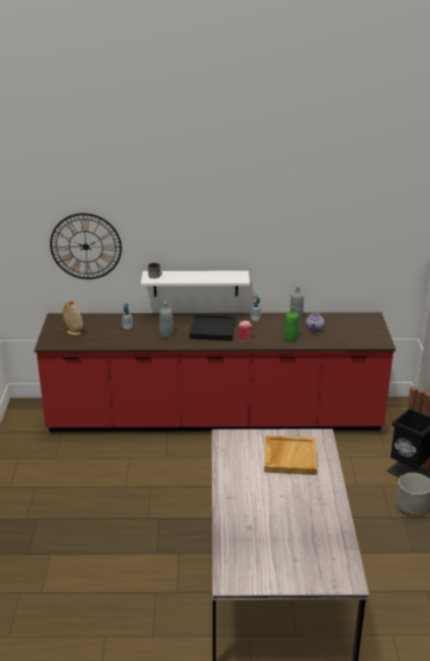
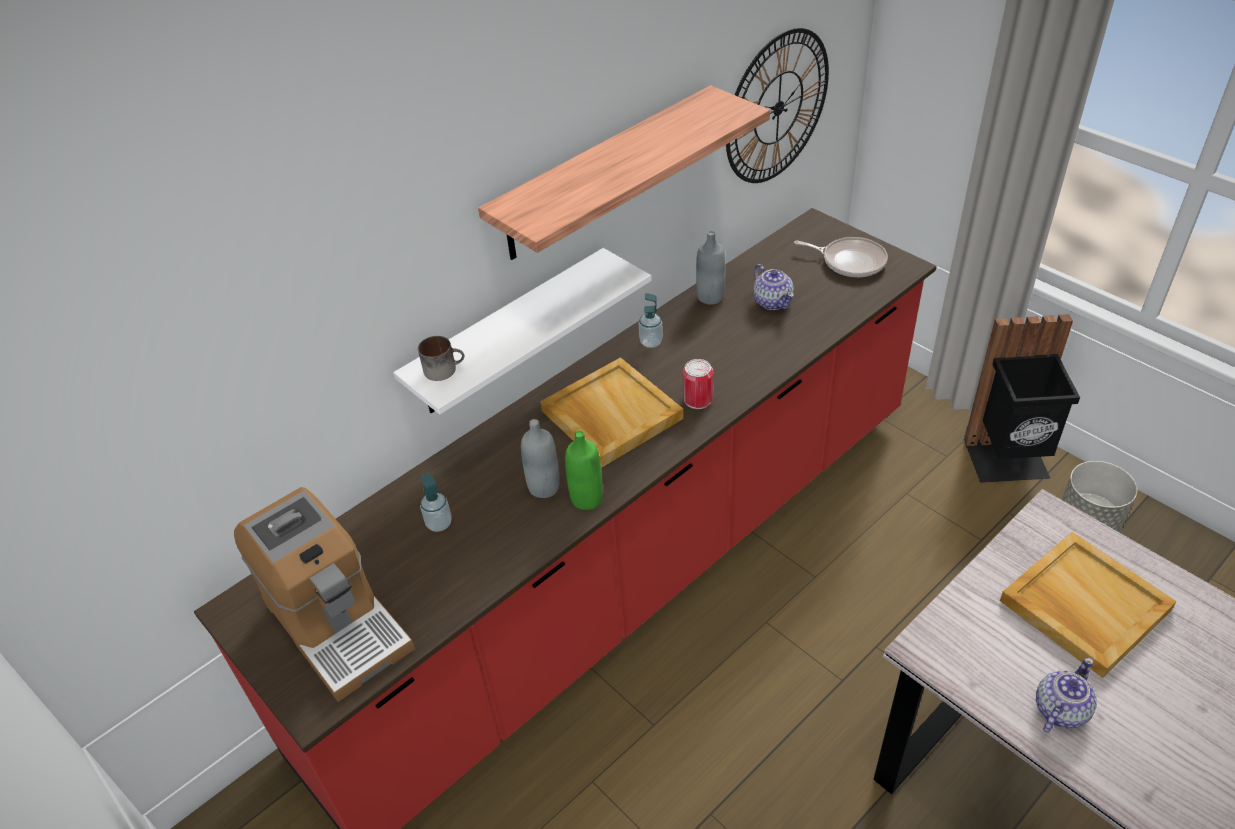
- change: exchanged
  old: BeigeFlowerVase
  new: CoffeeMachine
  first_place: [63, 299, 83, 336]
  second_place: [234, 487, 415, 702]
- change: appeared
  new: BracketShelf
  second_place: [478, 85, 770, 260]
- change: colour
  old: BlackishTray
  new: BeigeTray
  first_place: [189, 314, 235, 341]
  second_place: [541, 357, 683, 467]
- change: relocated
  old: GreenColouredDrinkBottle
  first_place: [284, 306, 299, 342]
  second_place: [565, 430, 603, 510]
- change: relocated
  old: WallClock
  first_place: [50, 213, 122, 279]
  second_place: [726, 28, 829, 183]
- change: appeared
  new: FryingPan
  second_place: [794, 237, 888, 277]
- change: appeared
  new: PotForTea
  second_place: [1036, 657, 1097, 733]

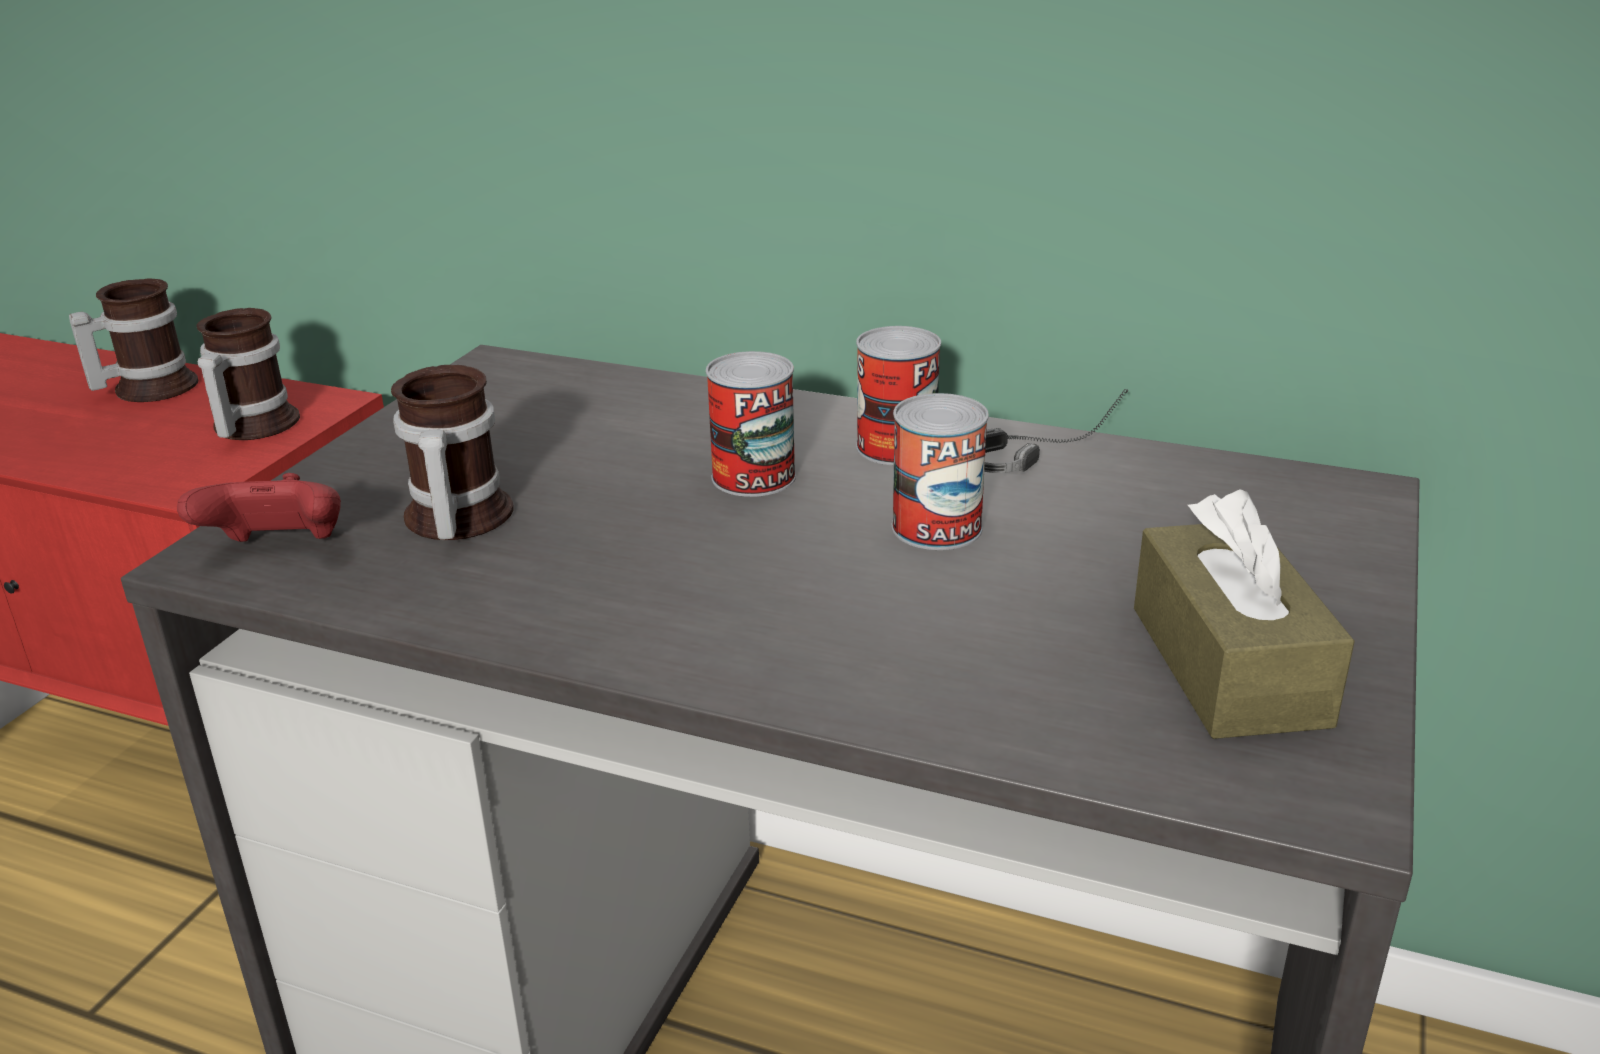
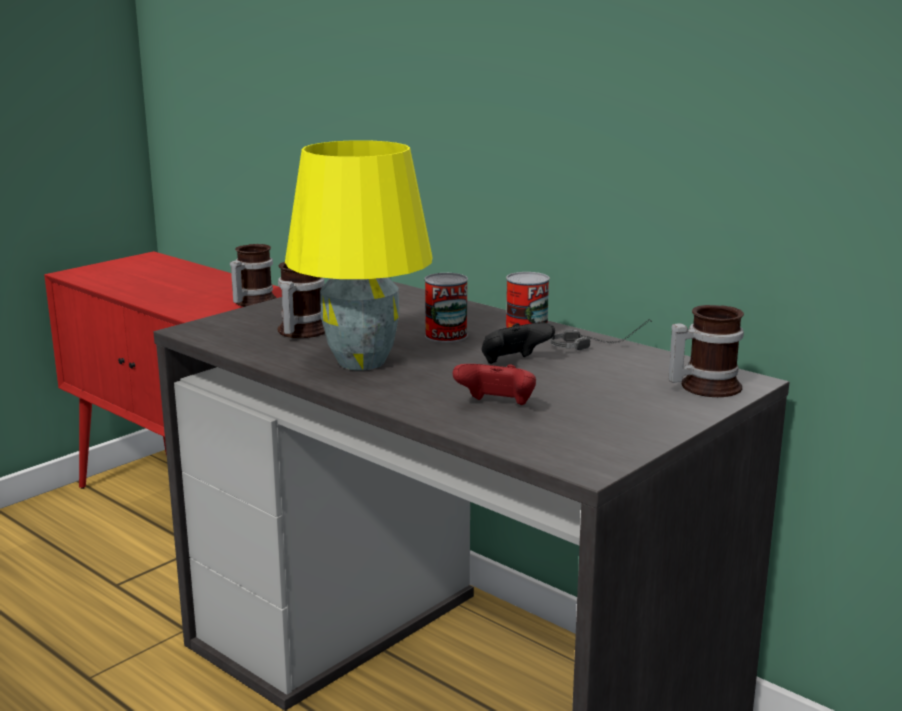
- change: appeared
  new: YellowTabletopLamp
  second_place: [285, 140, 433, 370]
- change: relocated
  old: RedColouredGamepad
  first_place: [177, 473, 341, 542]
  second_place: [453, 364, 536, 405]
- change: exchanged
  old: MetalCan
  new: BlackishGamepad
  first_place: [891, 393, 989, 550]
  second_place: [482, 323, 555, 364]
- change: relocated
  old: Mug
  first_place: [69, 279, 198, 402]
  second_place: [669, 305, 744, 397]
- change: missing
  old: BrownColouredBoxOfTissues
  first_place: [1134, 489, 1355, 739]

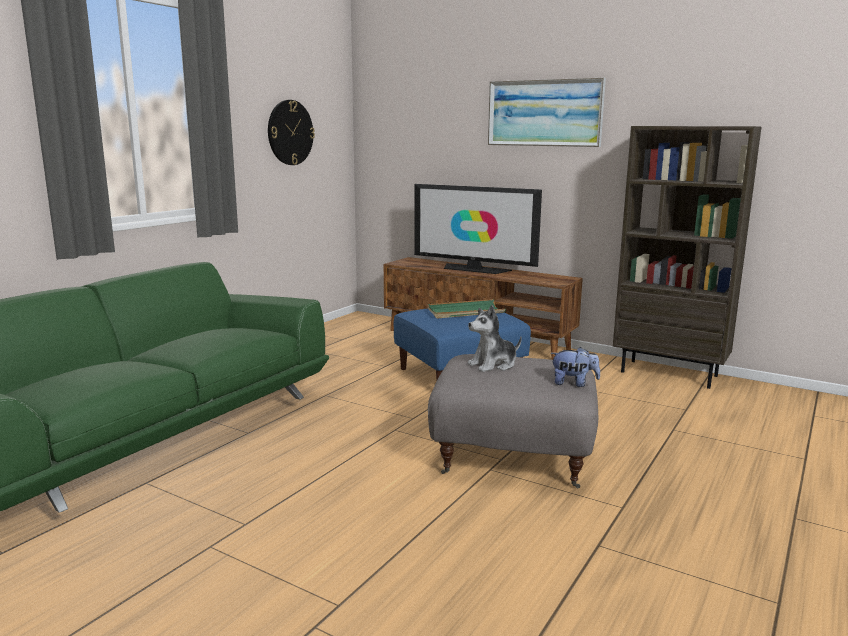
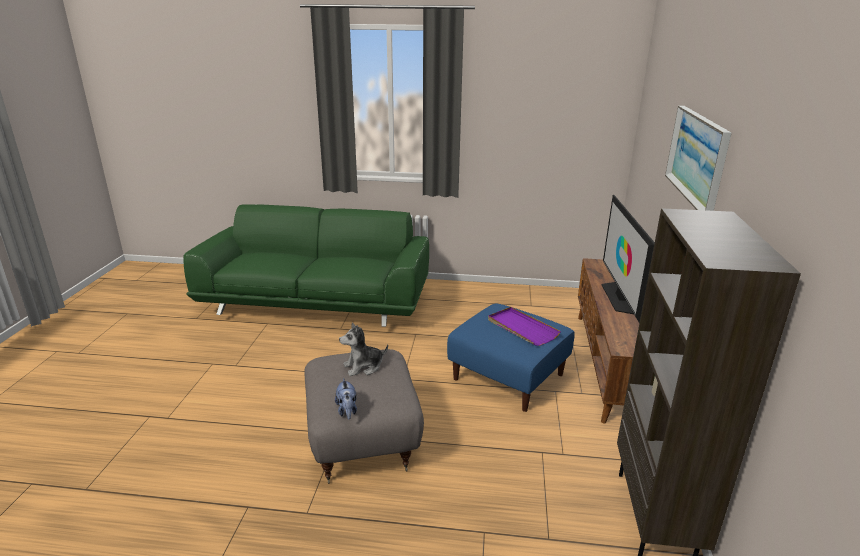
- change: spun
  old: SoftToy
  first_place: [468, 305, 522, 372]
  second_place: [339, 322, 388, 376]
  degrees: -60
- change: colour
  old: GreenColouredTray
  new: PurplishTray
  first_place: [427, 299, 506, 319]
  second_place: [488, 307, 561, 346]
- change: missing
  old: WallClock
  first_place: [268, 100, 315, 165]

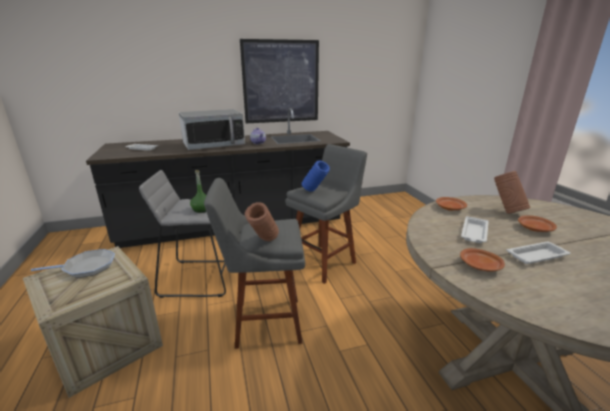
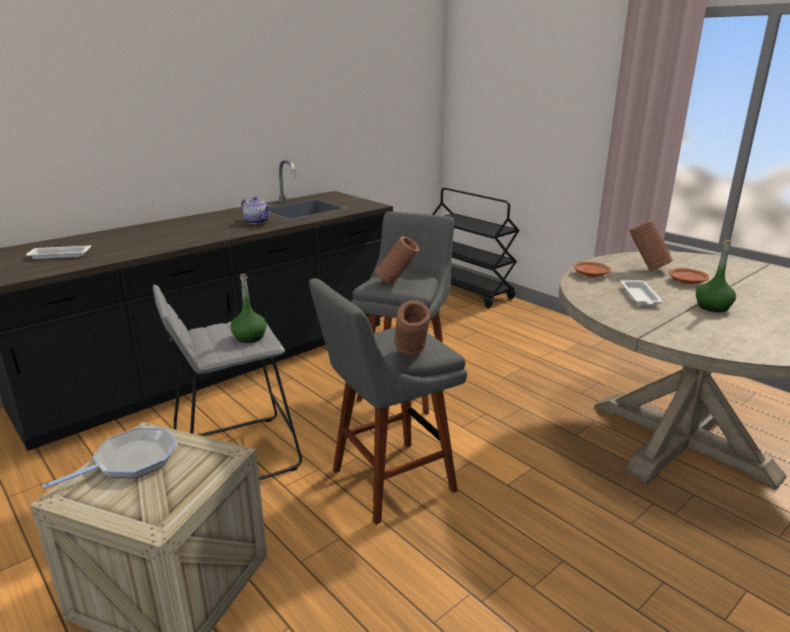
- change: colour
  old: BlueFlowerVase
  new: BrownColouredFlowerVase
  first_place: [302, 160, 330, 192]
  second_place: [376, 236, 419, 284]
- change: appeared
  new: BlackishTrolley
  second_place: [432, 188, 520, 308]
- change: exchanged
  old: WhiteTray
  new: GreenColouredDrinkBottle
  first_place: [506, 242, 571, 264]
  second_place: [696, 240, 736, 312]
- change: missing
  old: KitchenMicrowave
  first_place: [179, 109, 245, 150]
- change: missing
  old: WallPicture
  first_place: [240, 39, 319, 123]
- change: missing
  old: BrownColouredPlate
  first_place: [460, 248, 505, 272]

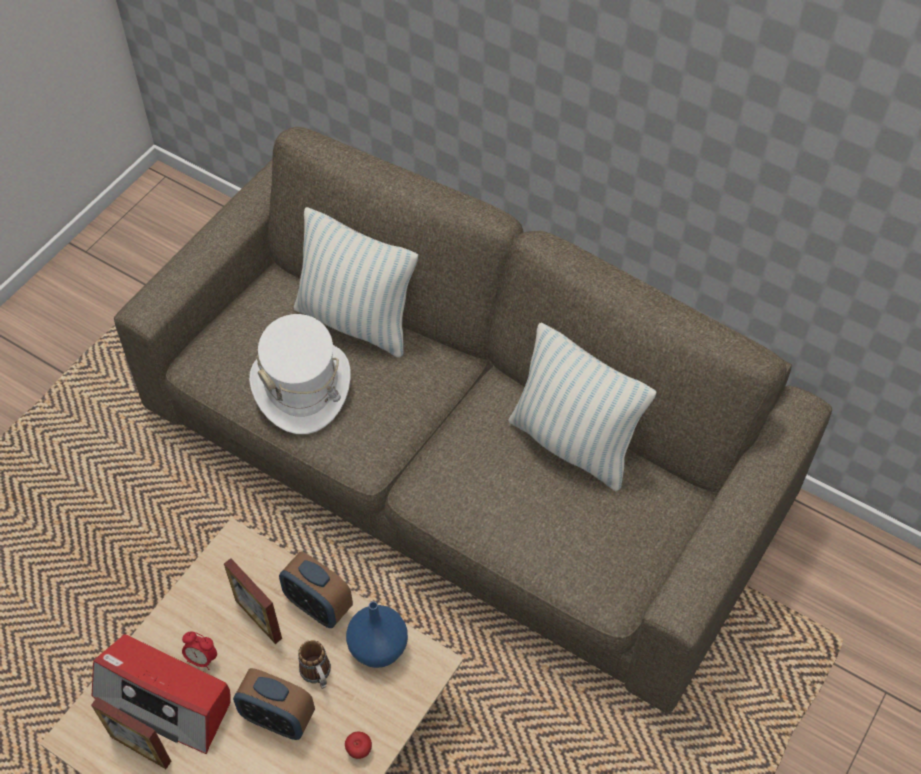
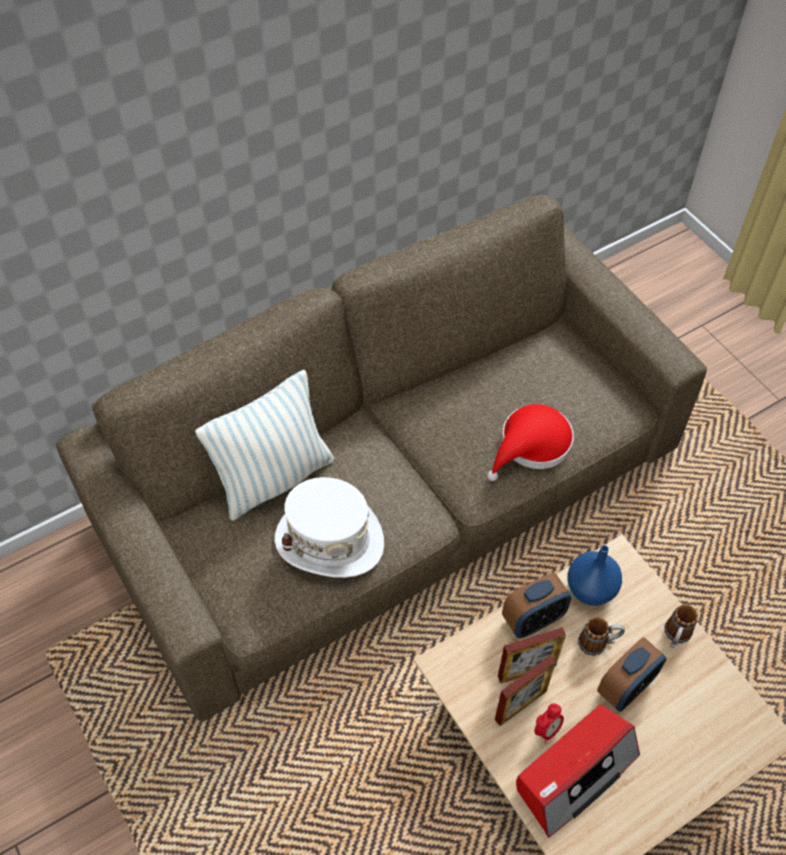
- change: appeared
  new: RedColouredWearableHat
  second_place: [487, 404, 574, 481]
- change: relocated
  old: StandingFrame
  first_place: [91, 697, 171, 769]
  second_place: [495, 655, 556, 726]
- change: exchanged
  old: AppleFruit
  new: Mug
  first_place: [345, 732, 372, 759]
  second_place: [664, 604, 698, 648]
- change: missing
  old: ThrowPillow
  first_place: [509, 322, 657, 491]

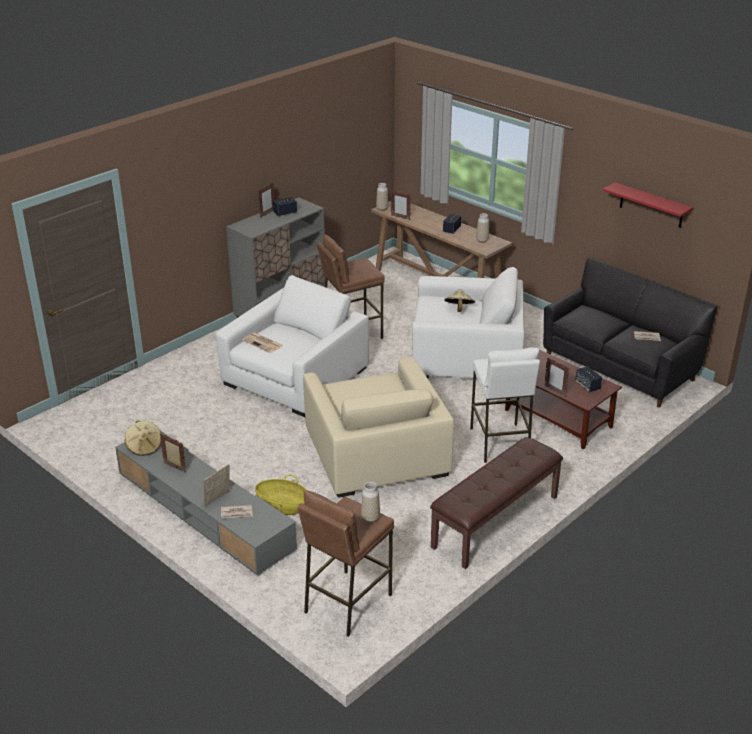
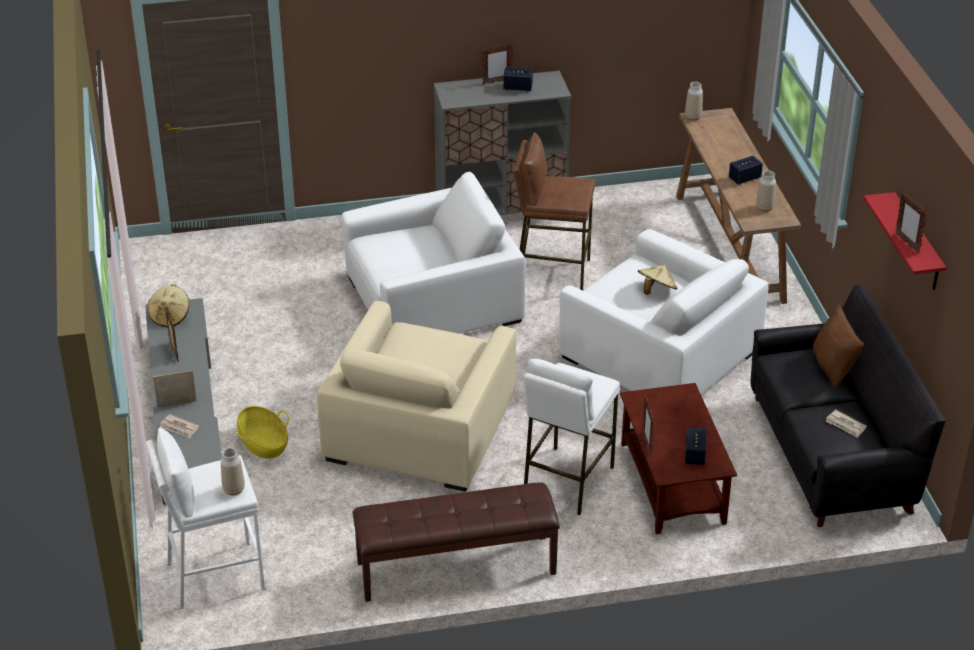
- change: colour
  old: BrownColouredStoolSeat
  new: WhiteStoolSeat
  first_place: [298, 490, 394, 637]
  second_place: [146, 428, 265, 609]
- change: appeared
  new: BrownColouredThrowPillow
  second_place: [813, 304, 864, 388]
- change: relocated
  old: StandingFrame
  first_place: [391, 190, 411, 220]
  second_place: [895, 193, 927, 253]
- change: missing
  old: DailyPaper
  first_place: [242, 333, 284, 353]

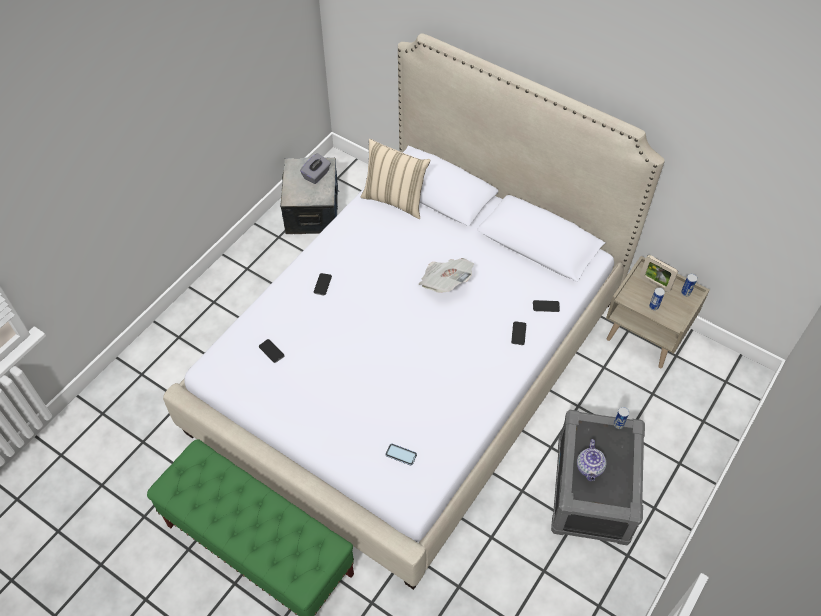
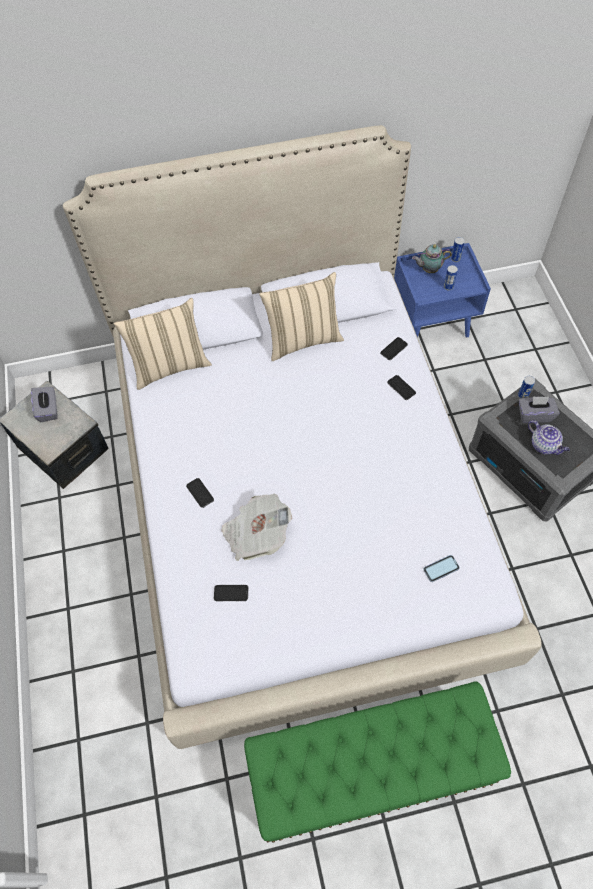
- change: relocated
  old: DailyPaper
  first_place: [418, 258, 474, 293]
  second_place: [221, 494, 292, 561]
- change: appeared
  new: BeigeThrowPillow
  second_place: [259, 272, 344, 361]
- change: colour
  old: BeigeNightstand
  new: BlueNightstand
  first_place: [606, 256, 710, 368]
  second_place: [394, 243, 491, 338]
- change: exchanged
  old: StandingFrame
  new: PotForTea
  first_place: [640, 255, 678, 292]
  second_place: [412, 244, 452, 273]
- change: appeared
  new: GreyBoxOfTissues
  second_place: [518, 396, 560, 423]

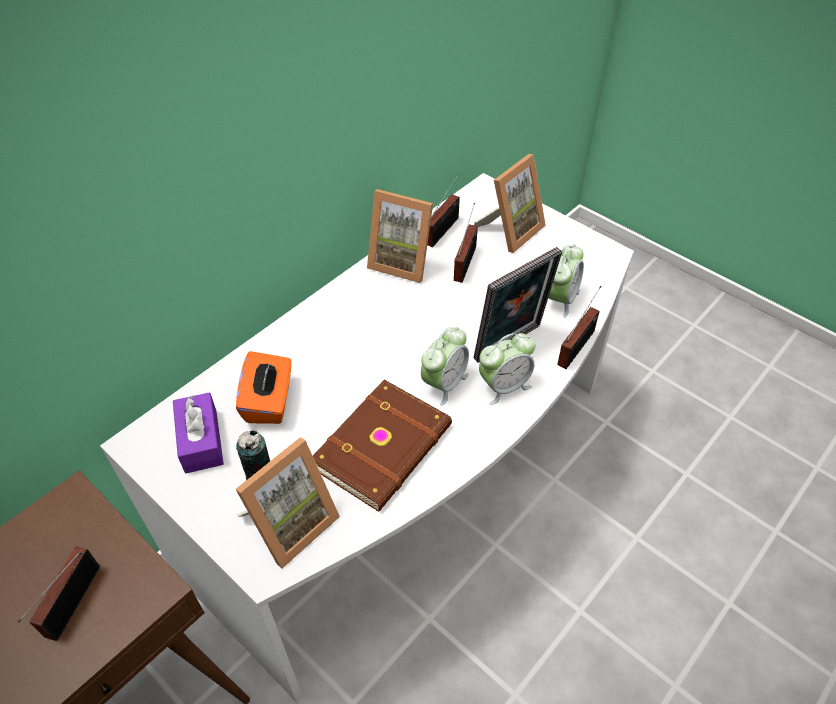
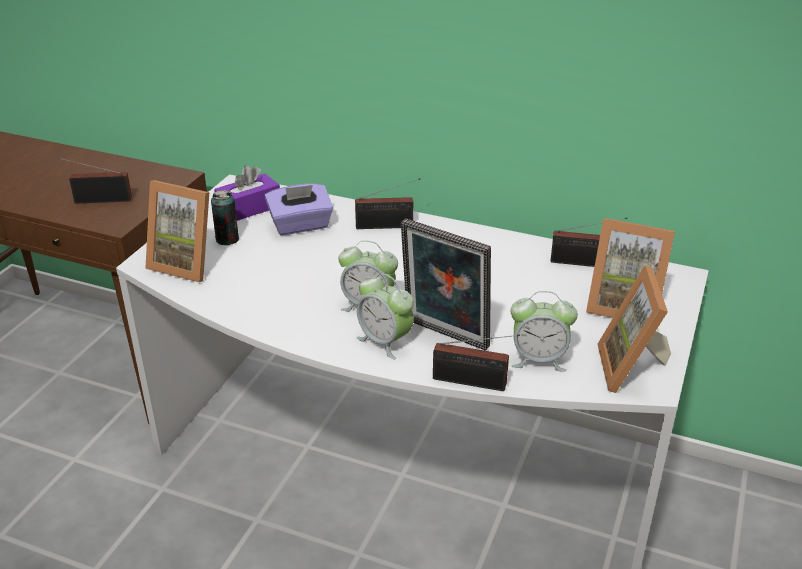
- change: colour
  old: OrangeyBoxOfTissues
  new: PurplishBoxOfTissues
  first_place: [236, 351, 291, 424]
  second_place: [265, 183, 333, 235]
- change: relocated
  old: RadioSet
  first_place: [454, 203, 478, 283]
  second_place: [355, 178, 420, 229]
- change: relocated
  old: StandingFrame
  first_place: [367, 189, 433, 283]
  second_place: [597, 265, 671, 393]
- change: missing
  old: BrownColouredBoundBook
  first_place: [313, 380, 452, 511]

